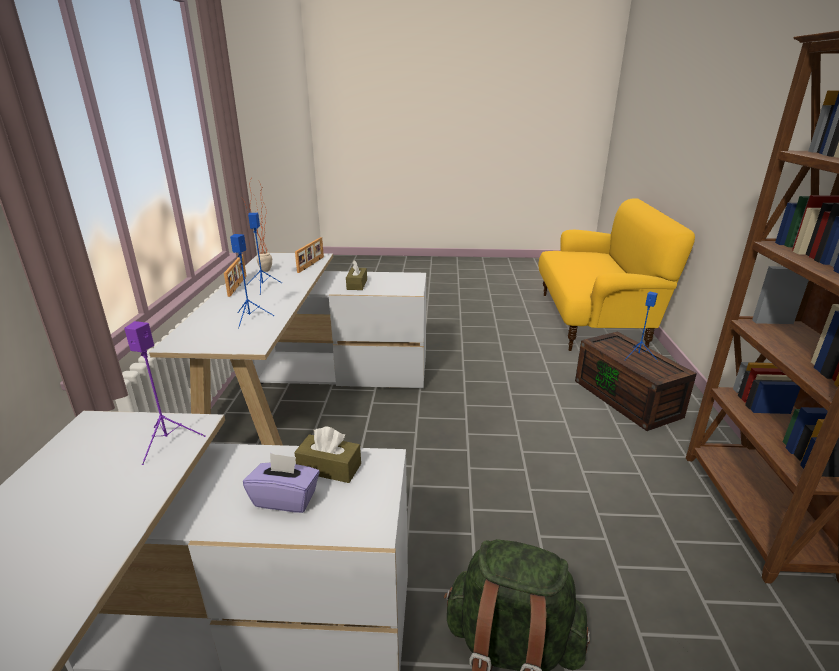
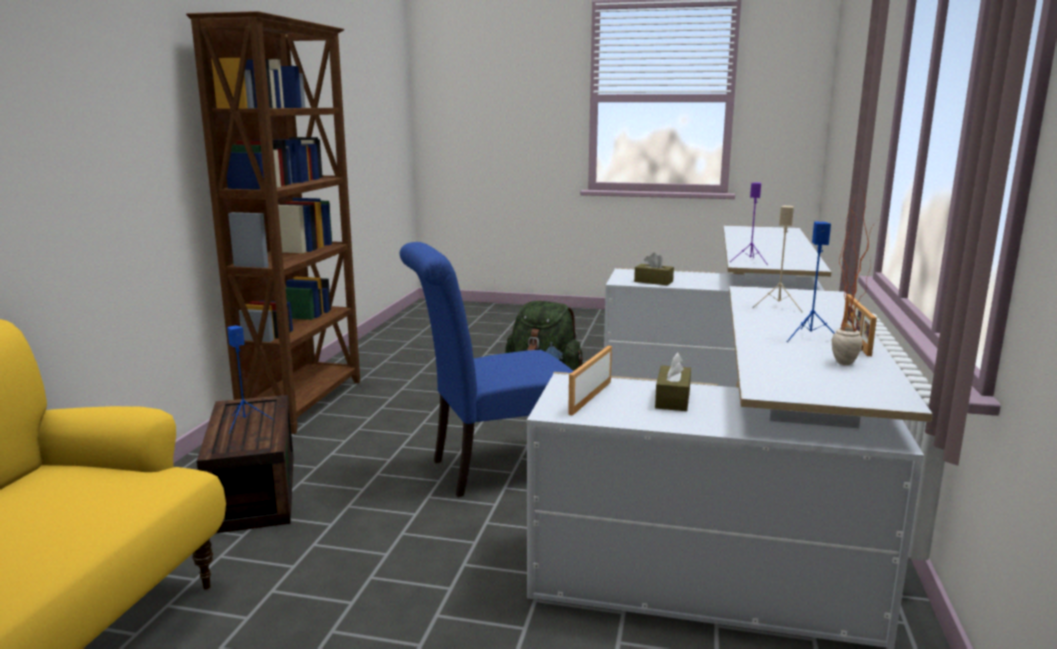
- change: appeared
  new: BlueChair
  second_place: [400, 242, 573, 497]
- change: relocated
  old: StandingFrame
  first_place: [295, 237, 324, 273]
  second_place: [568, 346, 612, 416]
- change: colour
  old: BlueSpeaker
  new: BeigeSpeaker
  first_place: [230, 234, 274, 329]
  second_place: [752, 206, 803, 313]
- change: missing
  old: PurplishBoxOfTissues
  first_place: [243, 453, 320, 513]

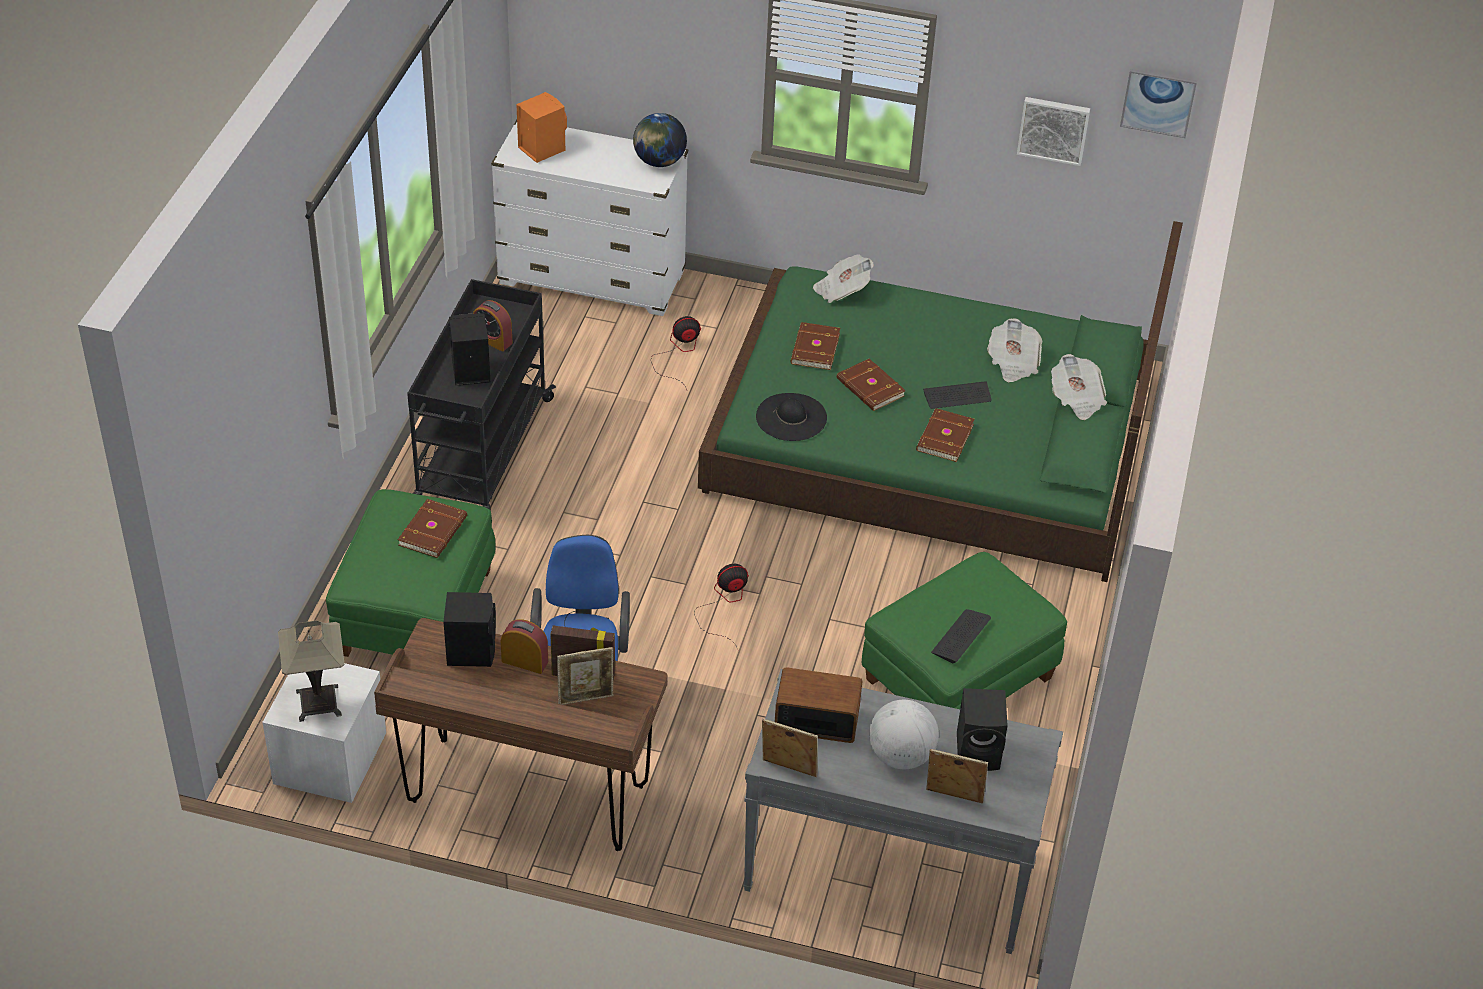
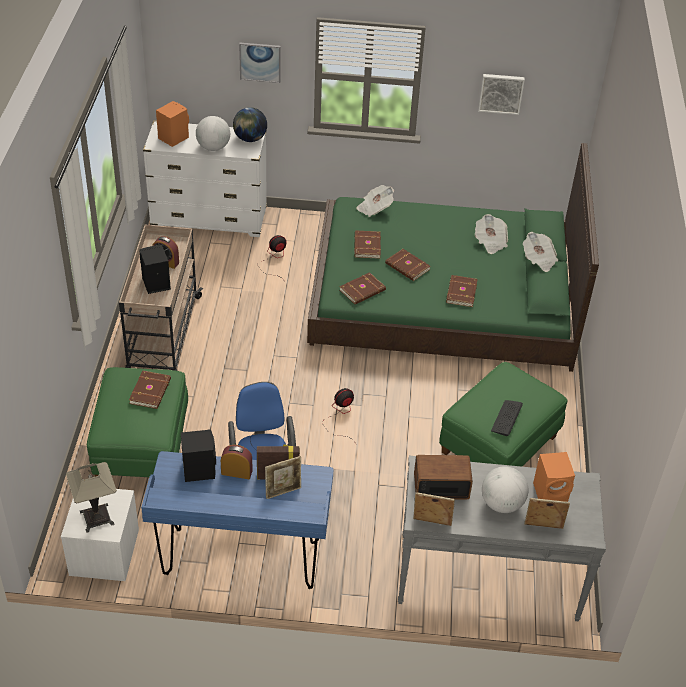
- change: colour
  old: BlackishTrolley
  new: BeigeTrolley
  first_place: [407, 279, 556, 510]
  second_place: [119, 225, 203, 371]
- change: colour
  old: BrownColouredDesk
  new: BlueDesk
  first_place: [374, 618, 667, 851]
  second_place: [141, 451, 333, 589]
- change: appeared
  new: Globe
  second_place: [196, 116, 230, 151]
- change: relocated
  old: WallPicture
  first_place: [1120, 69, 1197, 138]
  second_place: [239, 43, 281, 83]
- change: exchanged
  old: BlackishWearableHat
  new: BrownColouredBoundBook
  first_place: [756, 393, 827, 441]
  second_place: [339, 272, 386, 304]
- change: colour
  old: BlackishSpeaker
  new: OrangeySpeaker
  first_place: [957, 688, 1008, 771]
  second_place: [533, 452, 575, 502]
- change: missing
  old: PcKeyboard
  first_place: [923, 381, 992, 409]

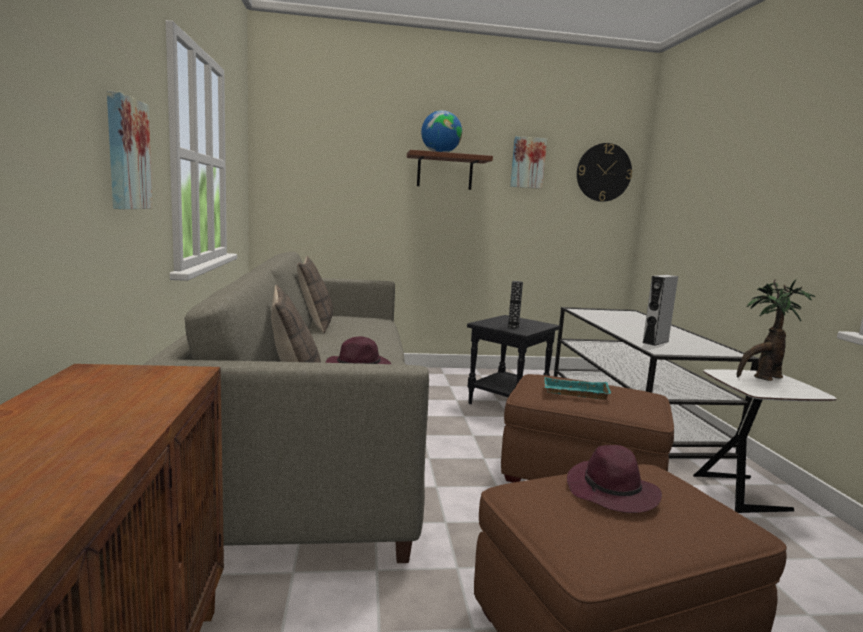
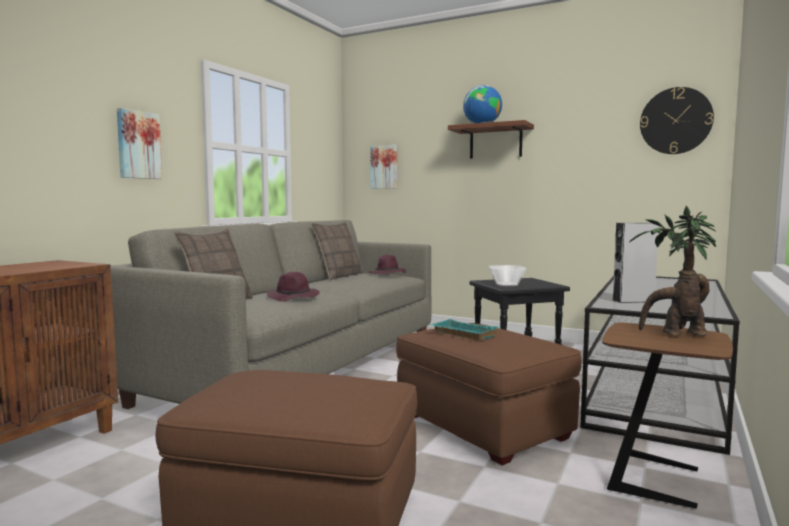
- change: relocated
  old: PurplishWearableHat
  first_place: [567, 445, 662, 513]
  second_place: [369, 255, 406, 274]
- change: relocated
  old: WallPicture
  first_place: [510, 136, 547, 189]
  second_place: [370, 145, 397, 189]
- change: exchanged
  old: FlowerVase
  new: DeepDish
  first_place: [508, 281, 523, 329]
  second_place: [489, 265, 526, 286]
- change: colour
  old: WhiteSideTable
  new: BrownColouredSideTable
  first_place: [693, 369, 836, 513]
  second_place: [602, 323, 733, 509]

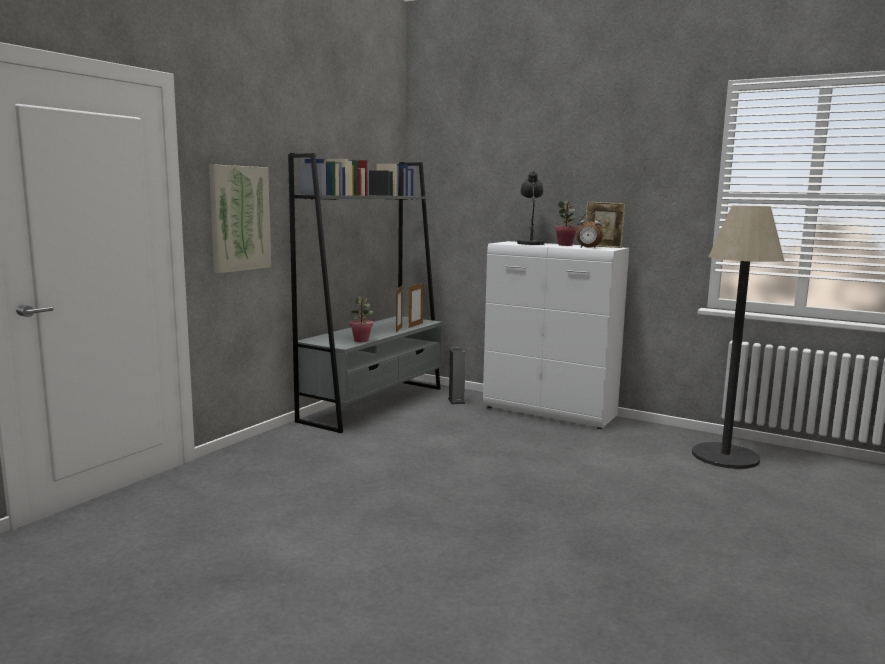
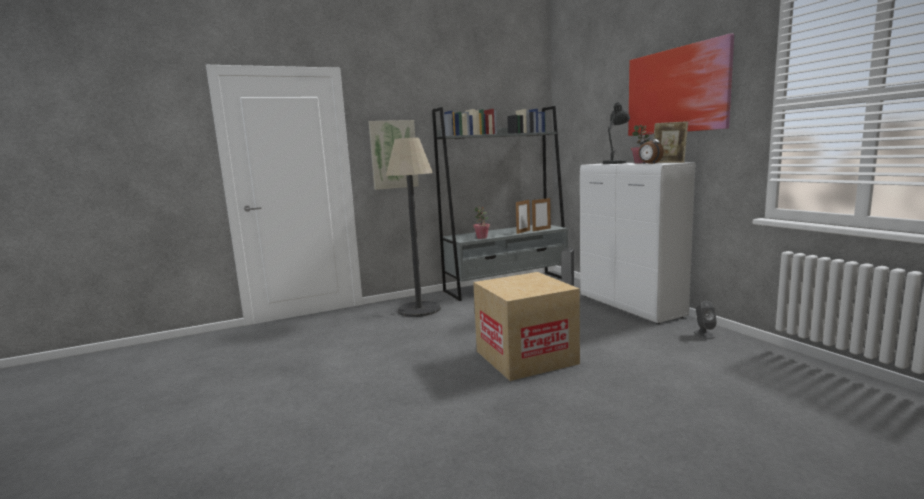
- change: relocated
  old: FloorLamp
  first_place: [692, 205, 784, 469]
  second_place: [386, 138, 441, 317]
- change: appeared
  new: CardboardBox
  second_place: [473, 272, 580, 381]
- change: appeared
  new: WallPicture
  second_place: [628, 33, 734, 136]
- change: appeared
  new: GreySpeaker
  second_place: [694, 301, 717, 339]

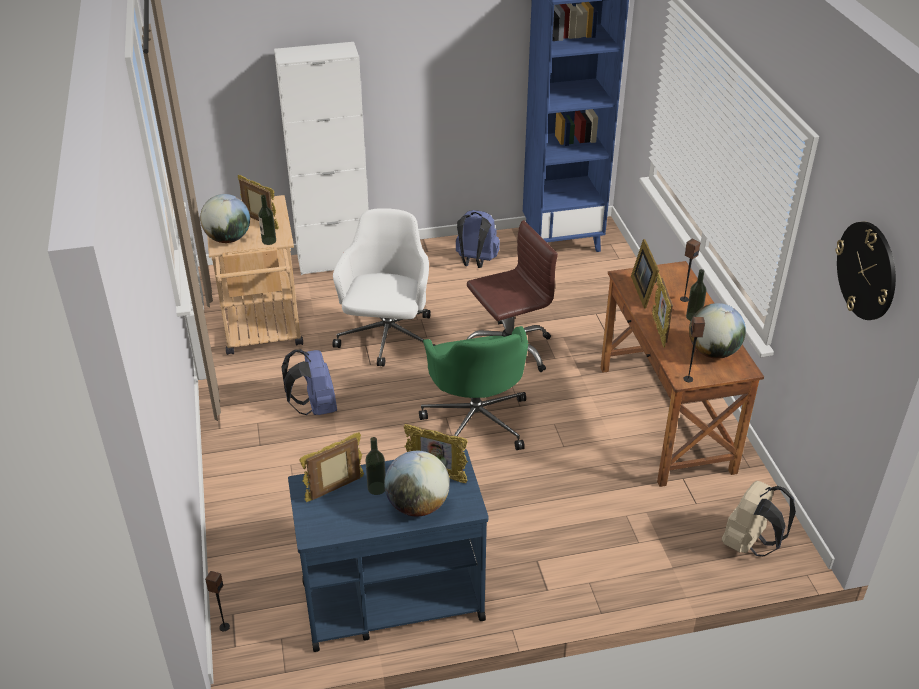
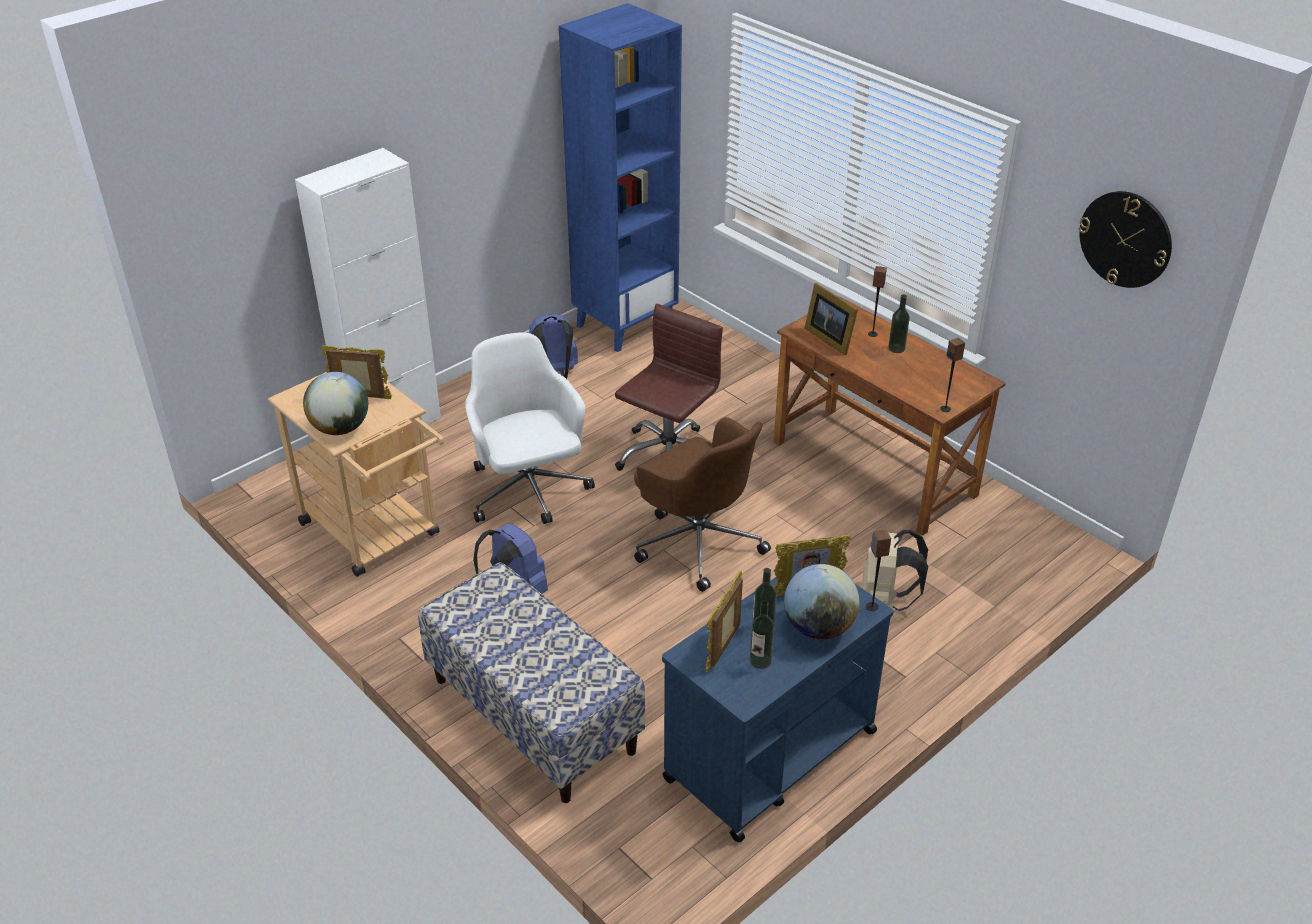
- change: appeared
  new: Bench
  second_place: [418, 562, 645, 803]
- change: colour
  old: GreenColouredDeskChair
  new: BrownColouredDeskChair
  first_place: [419, 326, 528, 450]
  second_place: [634, 417, 771, 592]
- change: relocated
  old: DrinkBottle
  first_place: [258, 195, 276, 245]
  second_place: [749, 600, 774, 669]
- change: relocated
  old: BeigeRucksack
  first_place: [722, 481, 796, 556]
  second_place: [862, 530, 928, 611]
- change: relocated
  old: Speaker
  first_place: [205, 571, 230, 631]
  second_place: [866, 530, 891, 611]
- change: missing
  old: StandingFrame
  first_place: [652, 273, 673, 348]
- change: missing
  old: Globe
  first_place: [689, 303, 746, 359]

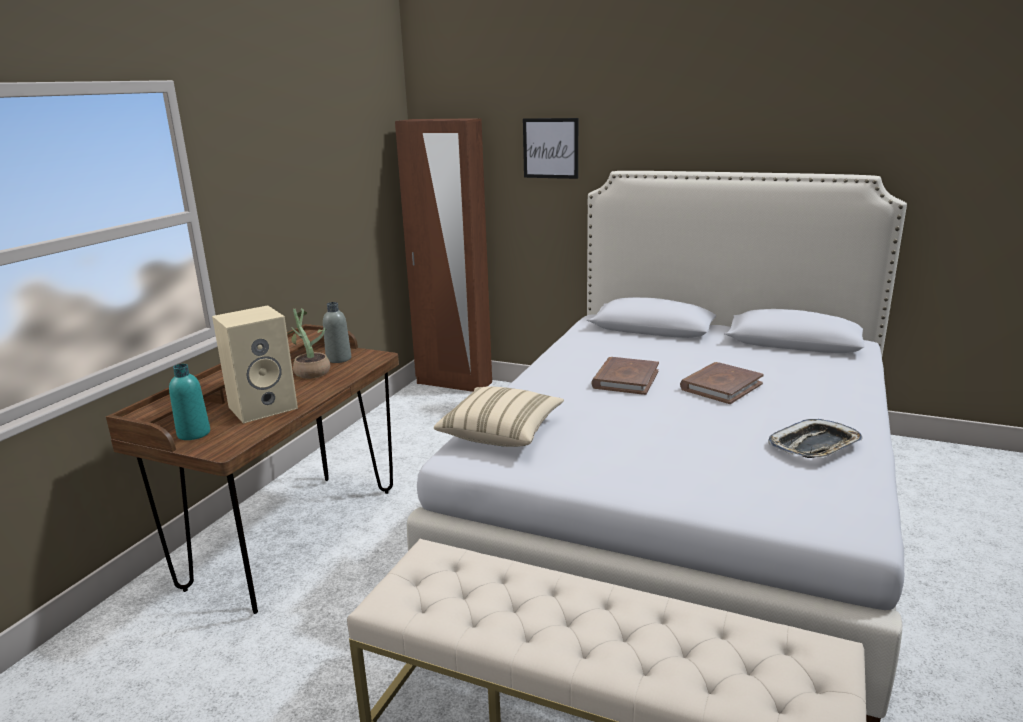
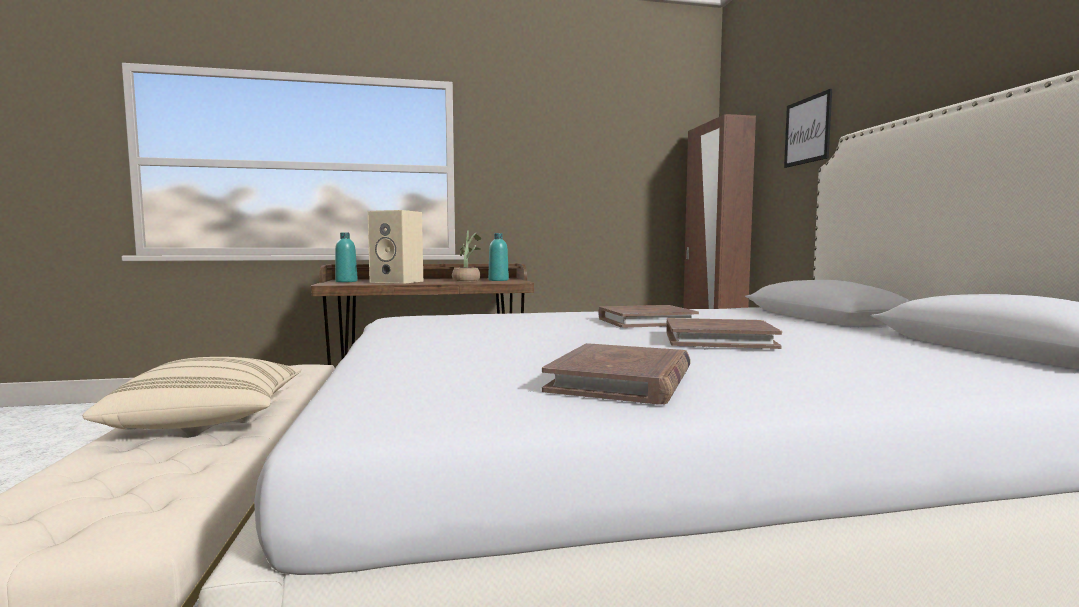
- change: relocated
  old: BeigeThrowPillow
  first_place: [434, 386, 564, 447]
  second_place: [82, 357, 301, 430]
- change: colour
  old: GreyDrinkBottle
  new: BlueGreenDrinkBottle
  first_place: [323, 302, 351, 363]
  second_place: [488, 233, 509, 281]
- change: exchanged
  old: Tray
  new: BrownColouredBoundBook
  first_place: [768, 419, 862, 458]
  second_place: [542, 343, 691, 405]

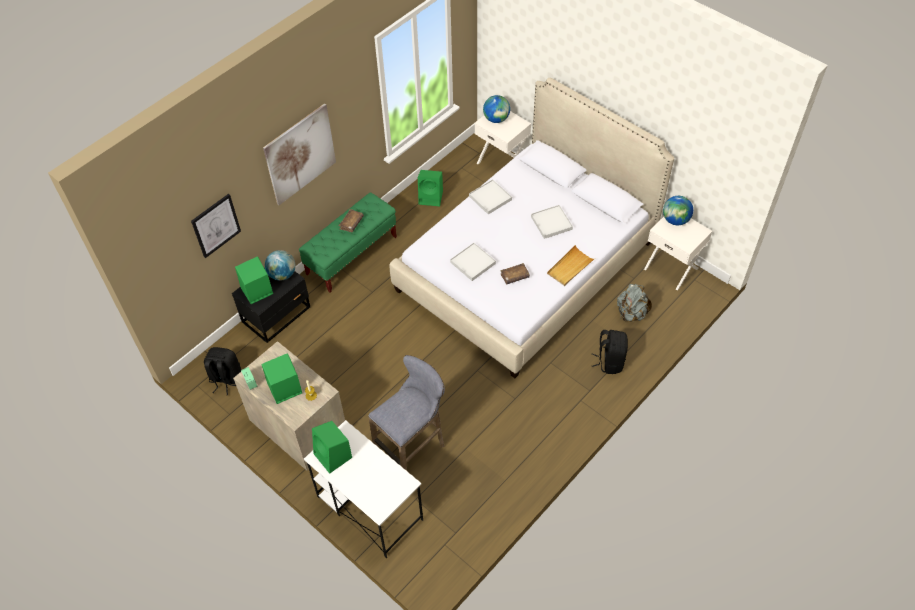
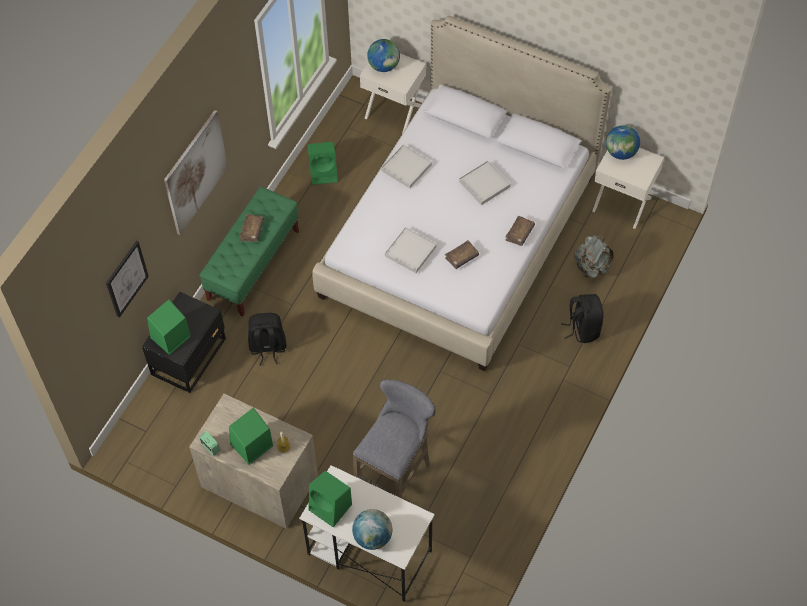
- change: relocated
  old: BlackishRucksack
  first_place: [204, 347, 241, 395]
  second_place: [248, 313, 286, 366]
- change: relocated
  old: Globe
  first_place: [265, 250, 296, 281]
  second_place: [352, 509, 392, 550]
- change: exchanged
  old: BeigeTray
  new: BrownColouredBoundBook
  first_place: [547, 245, 594, 286]
  second_place: [505, 216, 535, 246]

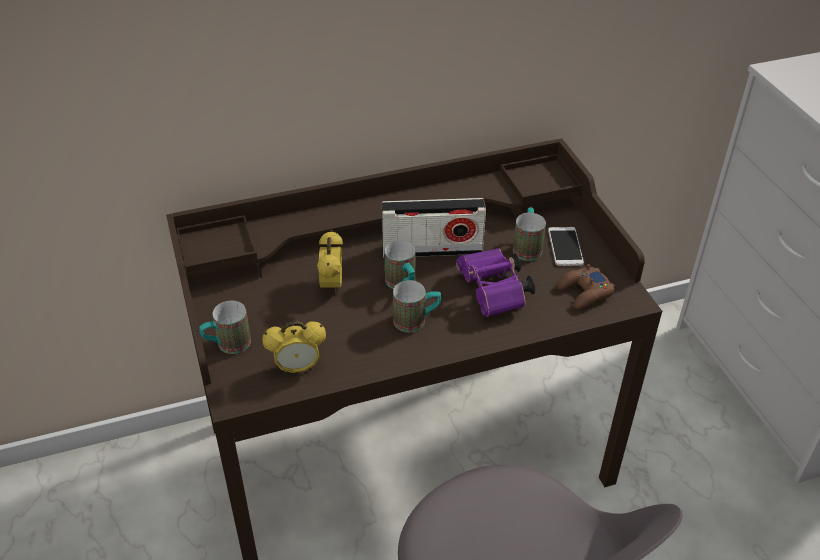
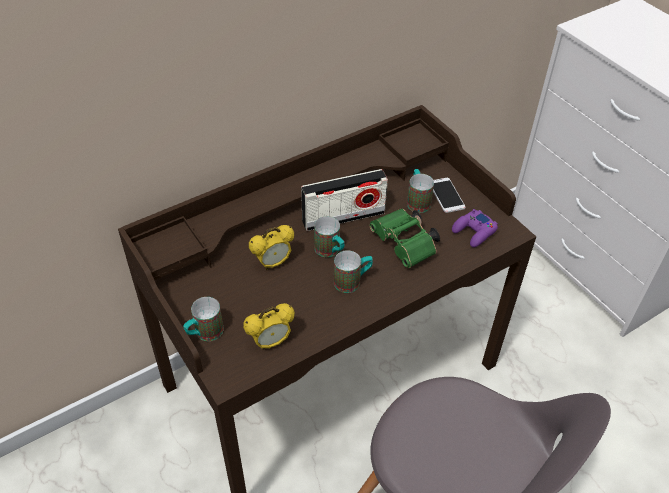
- change: spun
  old: BedsideClock
  first_place: [317, 230, 343, 294]
  second_place: [249, 225, 294, 270]
  degrees: 75
- change: colour
  old: PurplishBinoculars
  new: GreenColouredBinoculars
  first_place: [456, 248, 535, 317]
  second_place: [369, 209, 440, 268]
- change: colour
  old: BrownColouredGamepad
  new: PurplishGamepad
  first_place: [557, 264, 615, 309]
  second_place: [452, 209, 498, 247]

